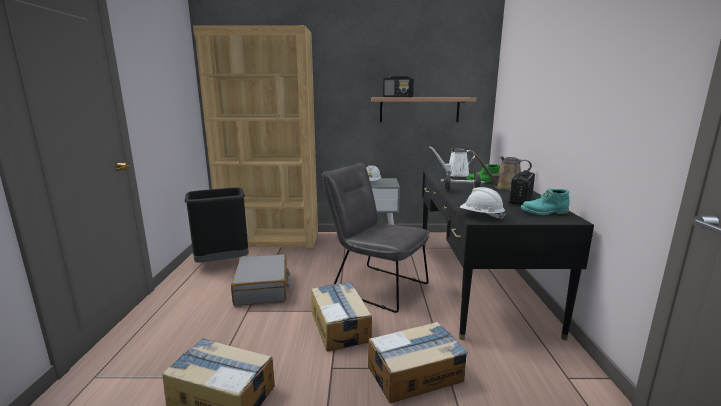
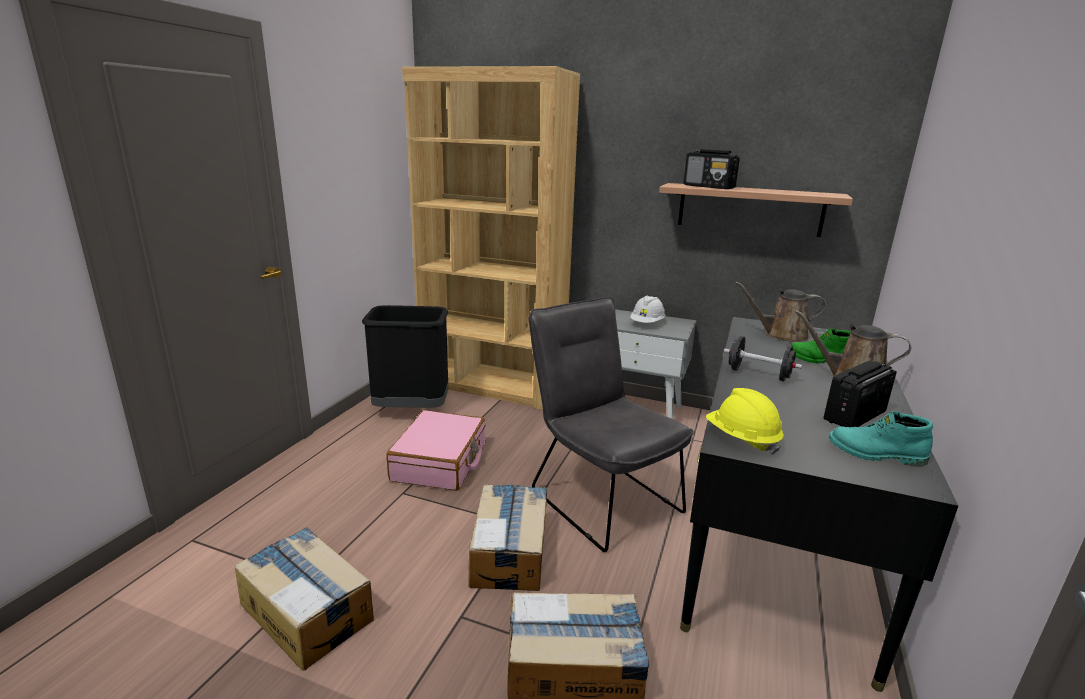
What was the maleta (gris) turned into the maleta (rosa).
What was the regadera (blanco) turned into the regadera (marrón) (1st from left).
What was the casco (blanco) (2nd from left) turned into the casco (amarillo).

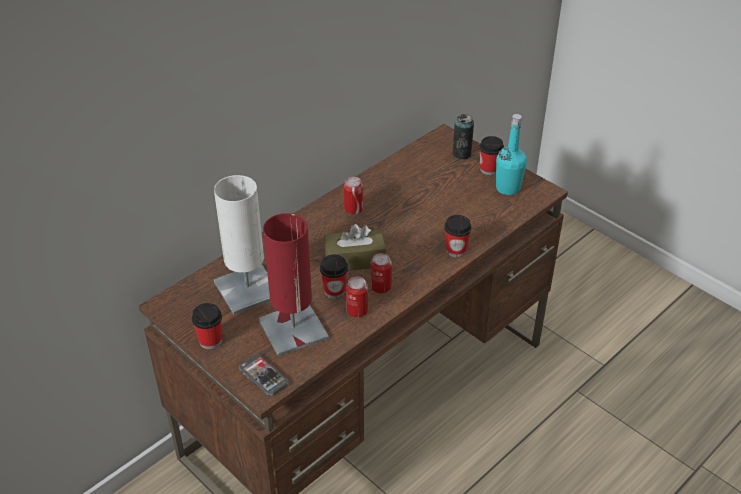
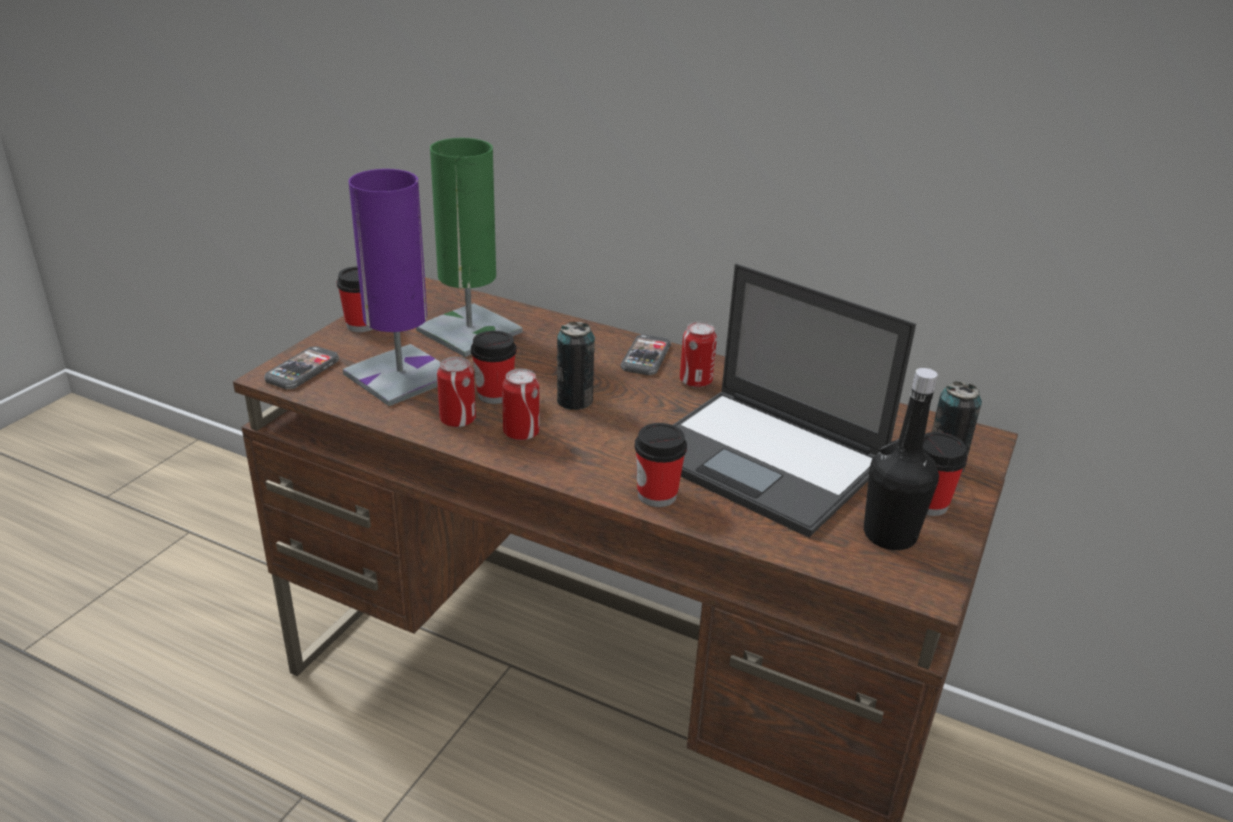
The second view gained the móvil (2nd from left).
The second view gained the portátil.
Where the caja de pañuelos (marrón) stood, the lata (3rd from left) came to stand.
What was the lámpara de mesa (blanco) turned into the lámpara de mesa (verde).
What was the lámpara de mesa (rojo) turned into the lámpara de mesa (morado).
What was the botella (turquesa) turned into the botella (negro).

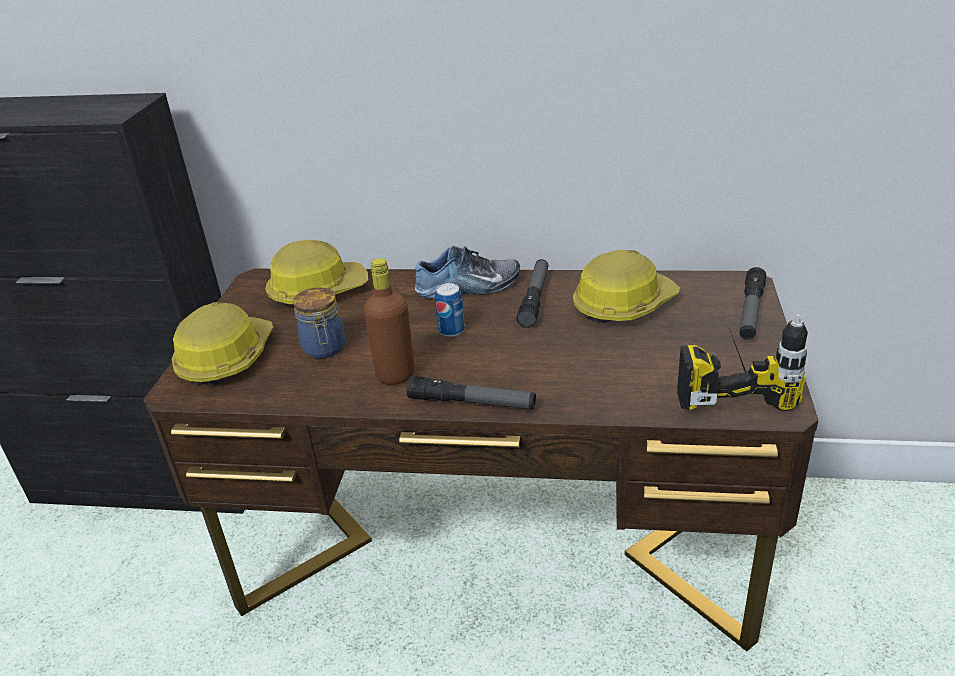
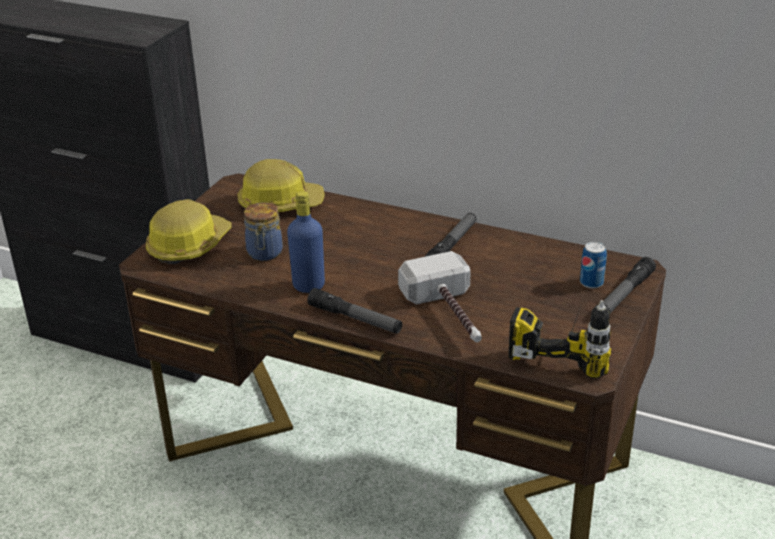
The second view lost the zapato.
The second view lost the casco (3rd from left).
The second view gained the martillo.
The lata ended up elsewhere.
What was the botella (marrón) turned into the botella (azul).

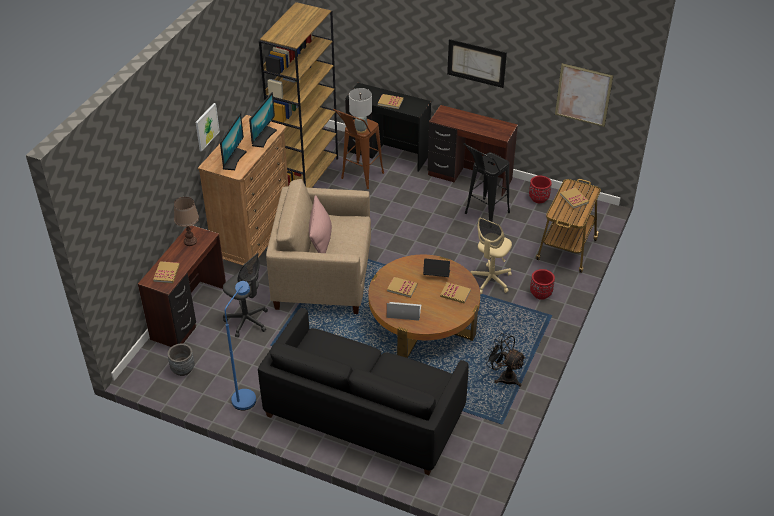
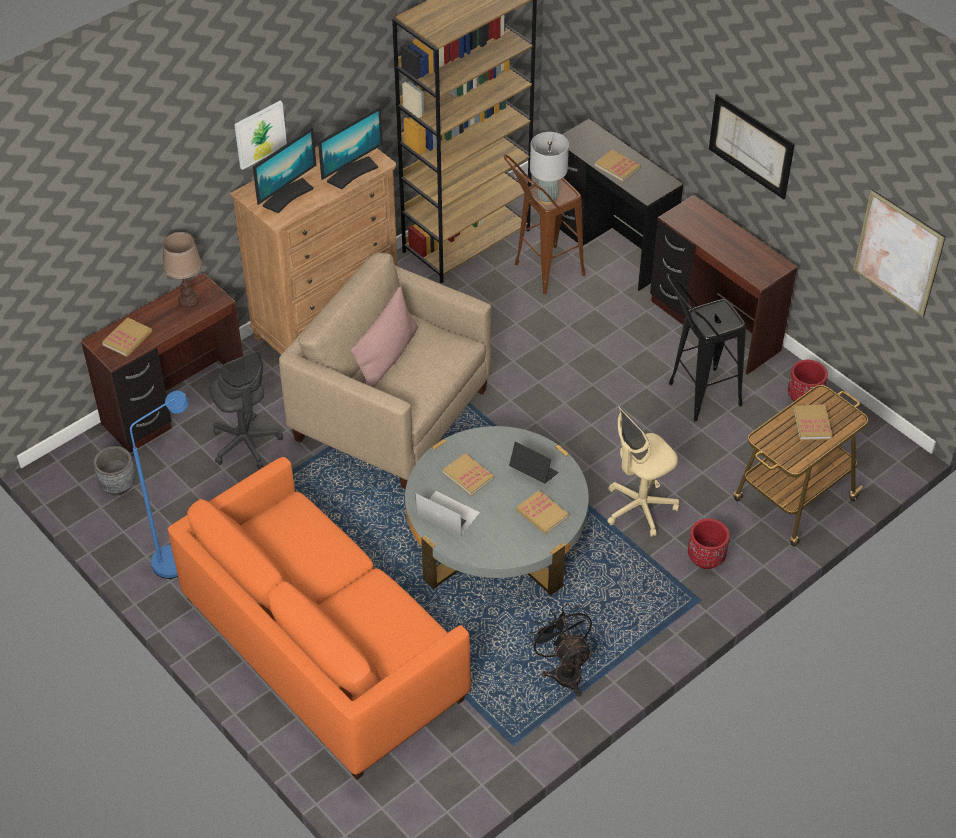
What was the sofá (negro) turned into the sofá (naranja).
What was the mesa de centro (marrón) turned into the mesa de centro (gris).

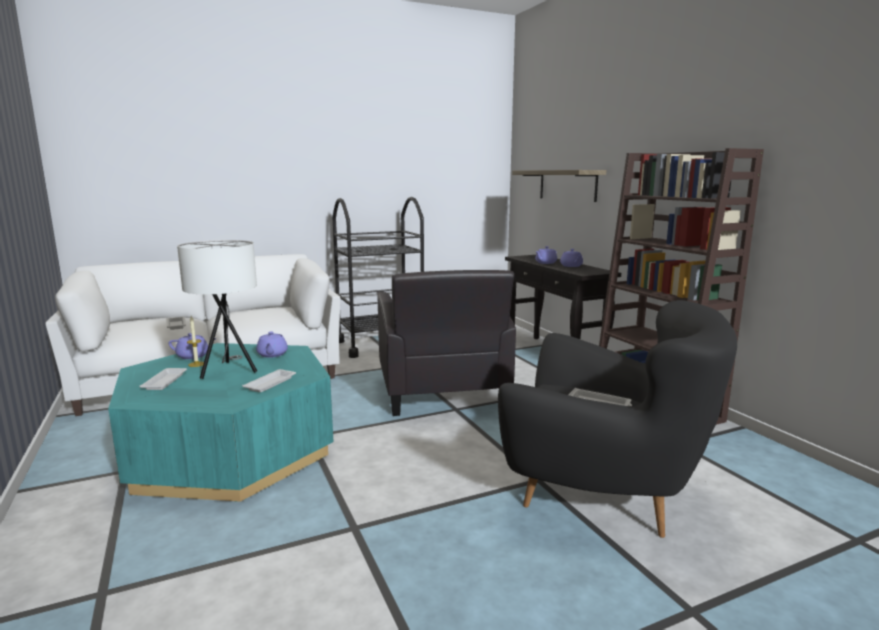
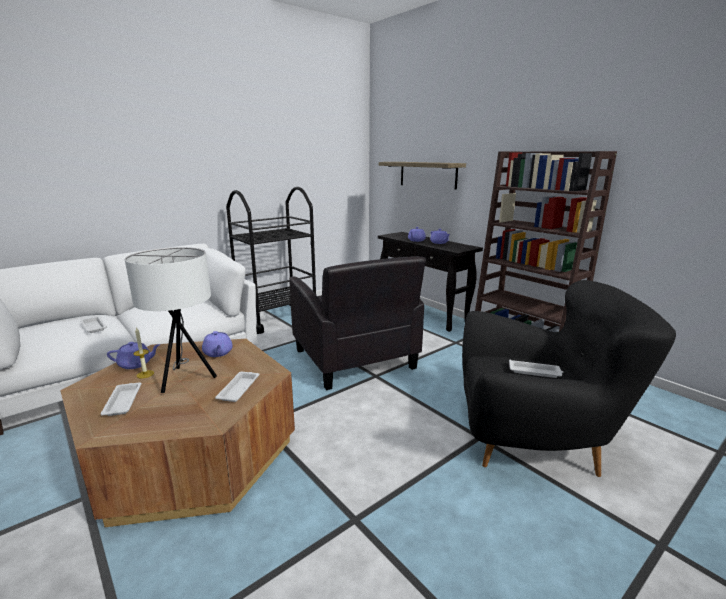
What was the mesa de centro (turquesa) turned into the mesa de centro (marrón).

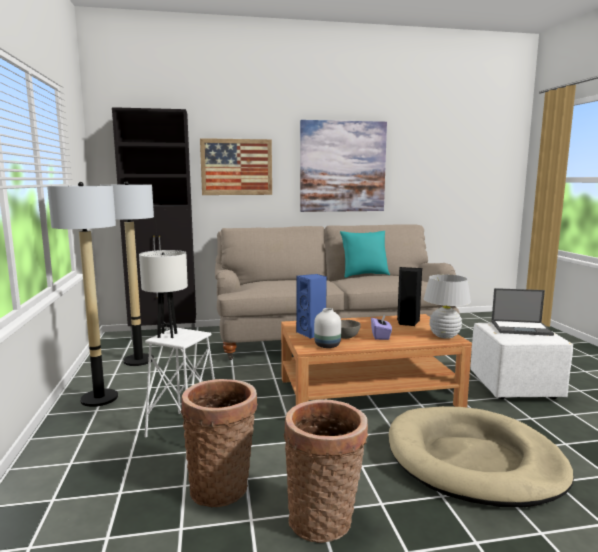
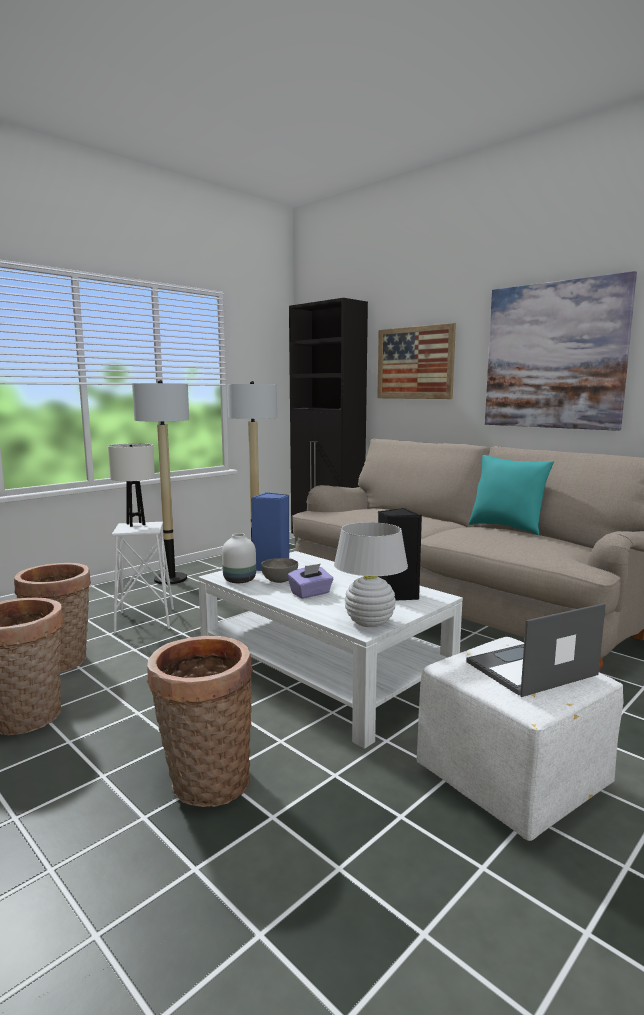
Where the cama para perro (beis) stood, the cesta (3rd from left) came to stand.
What was the mesa de centro (marrón) turned into the mesa de centro (blanco).
The portátil ended up facing another way, 90 degrees clockwise from before.

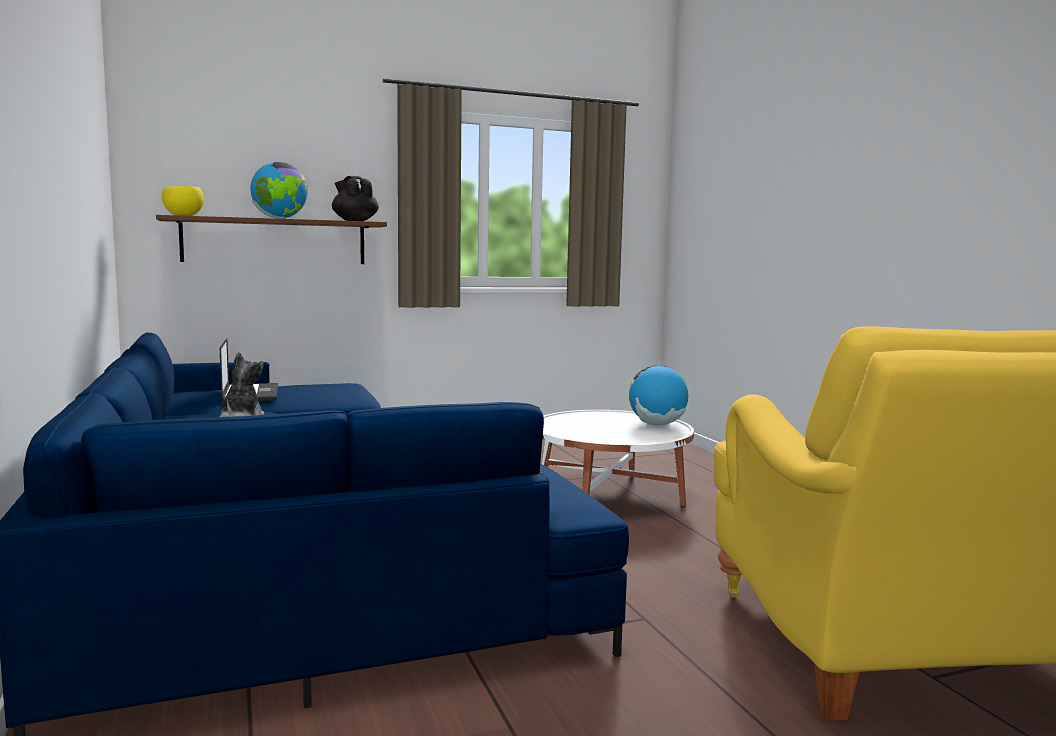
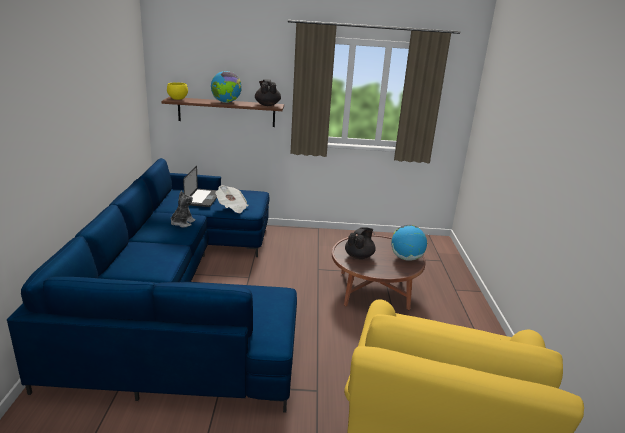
The second view gained the periódico.
The second view gained the tetera (negro) (2nd from left).
What was the mesa de centro (blanco) turned into the mesa de centro (marrón).

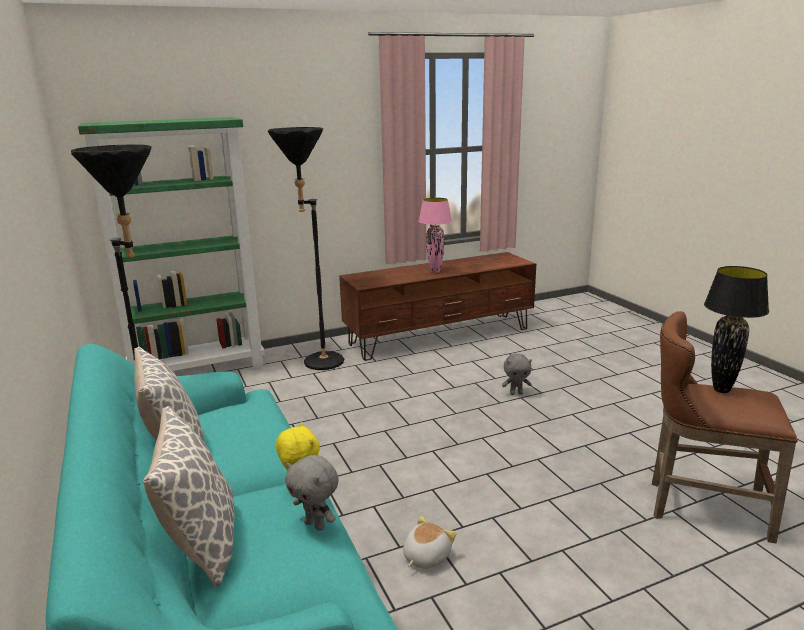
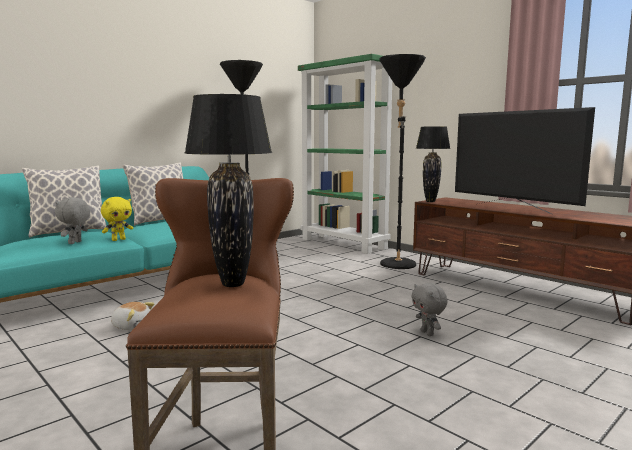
The second view gained the lámpara de mesa (negro) (2nd from left).
Where the lámpara de mesa (rosa) stood, the televisor came to stand.

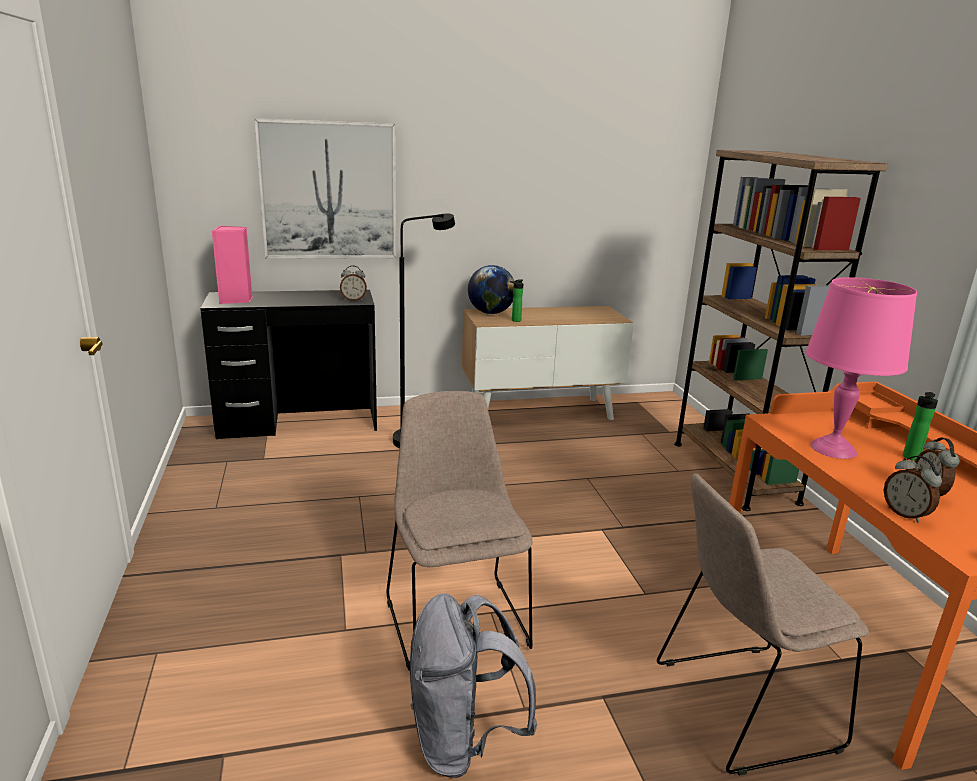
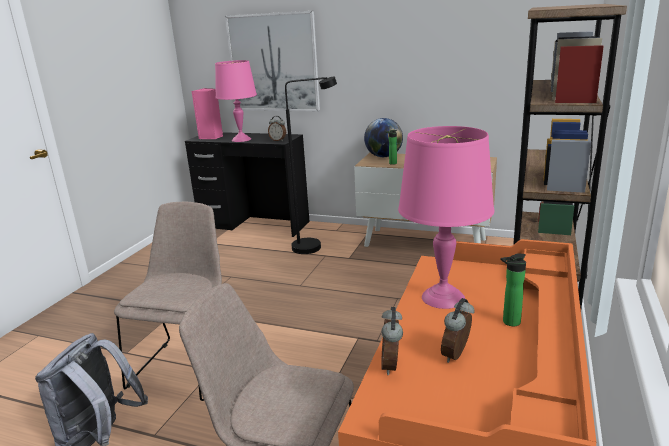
The second view gained the lámpara de mesa (rosa) (1st from left).

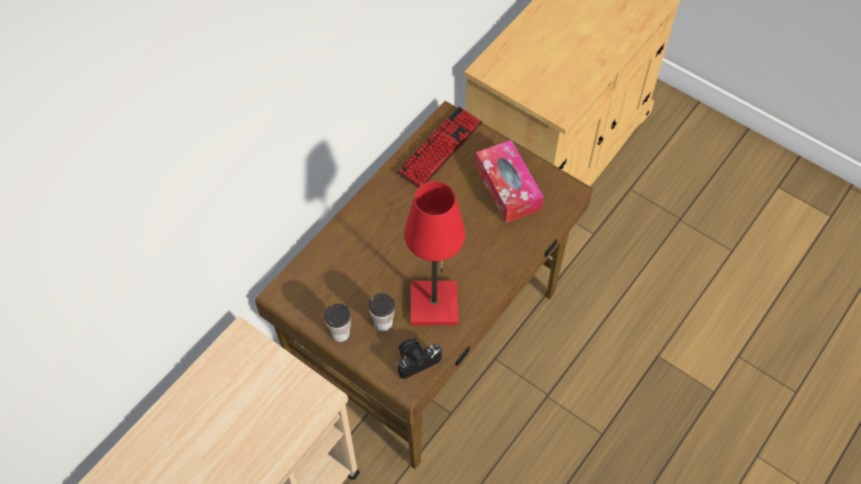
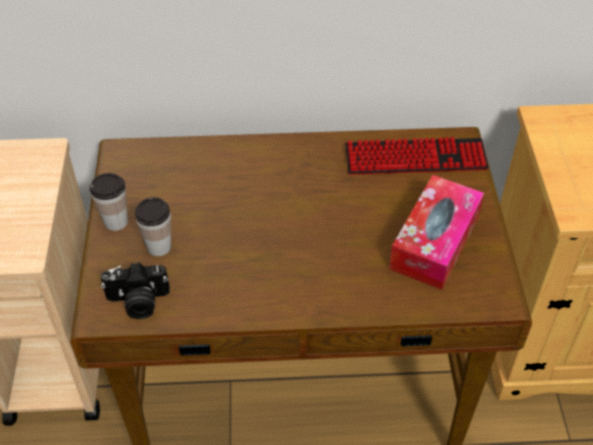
The second view lost the lámpara de mesa (rojo).
The cámara ended up facing another way, 150 degrees clockwise from before.

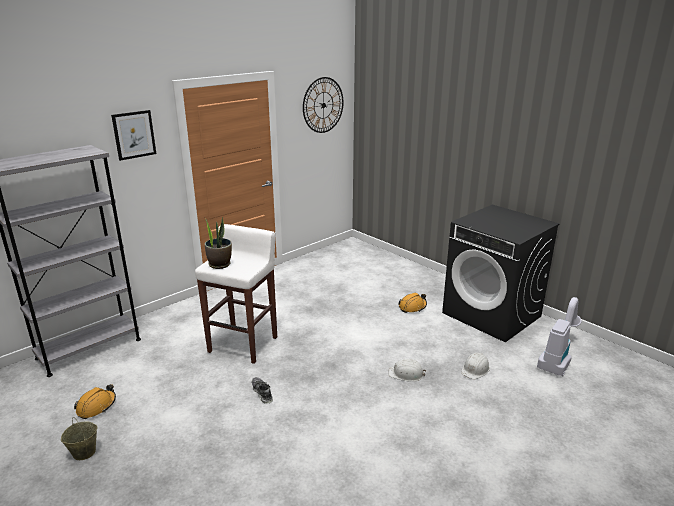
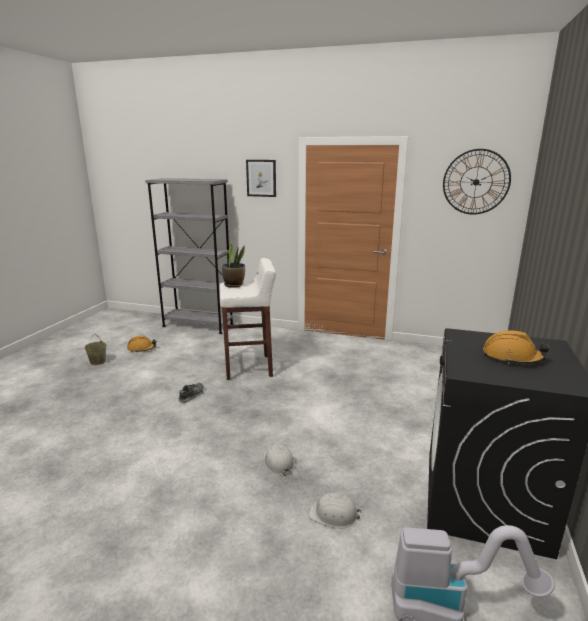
The casco (naranja) (2nd from left) ended up elsewhere.

